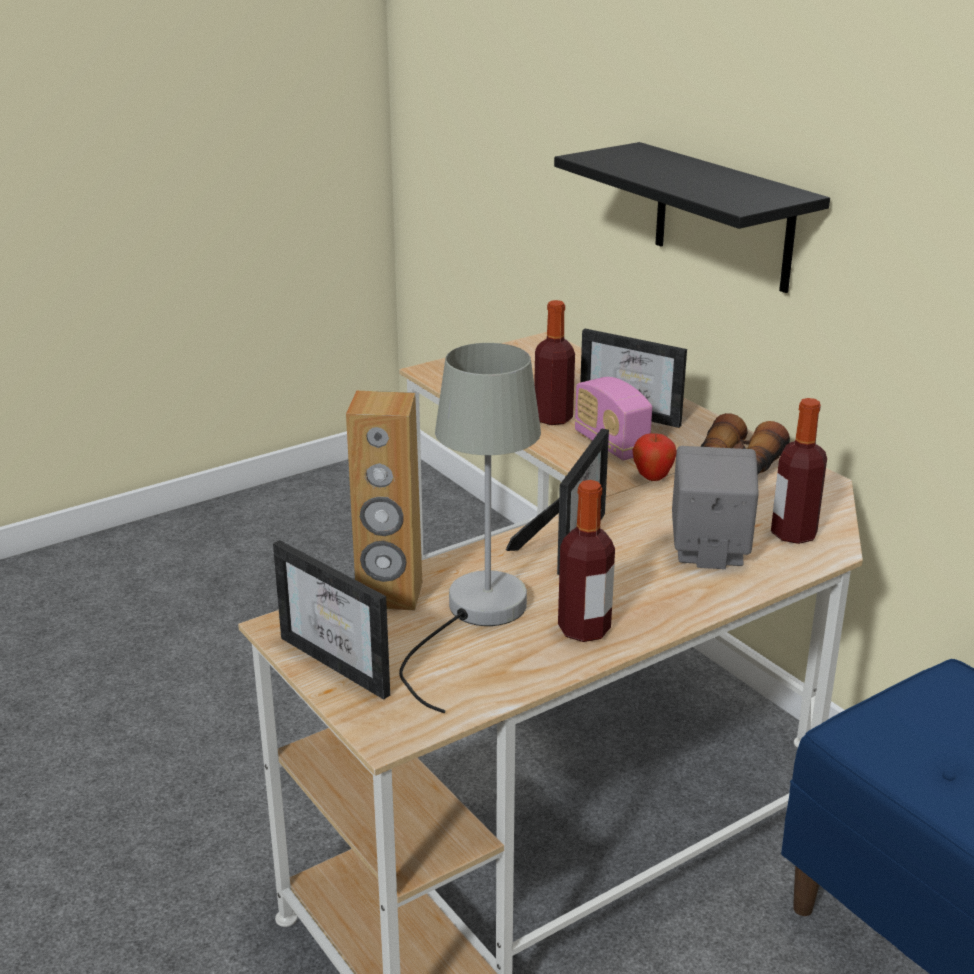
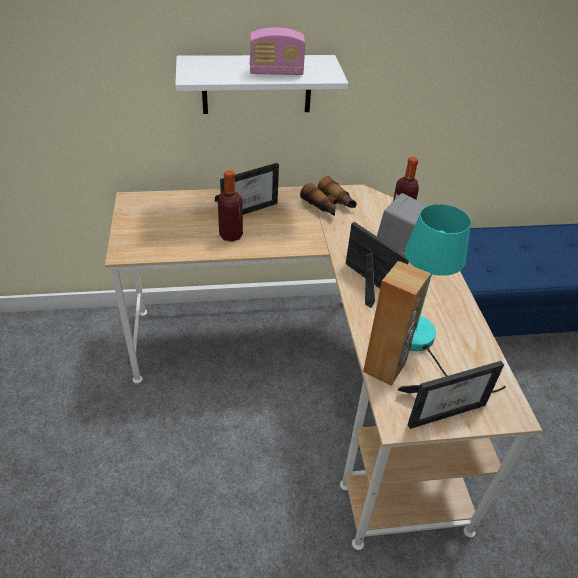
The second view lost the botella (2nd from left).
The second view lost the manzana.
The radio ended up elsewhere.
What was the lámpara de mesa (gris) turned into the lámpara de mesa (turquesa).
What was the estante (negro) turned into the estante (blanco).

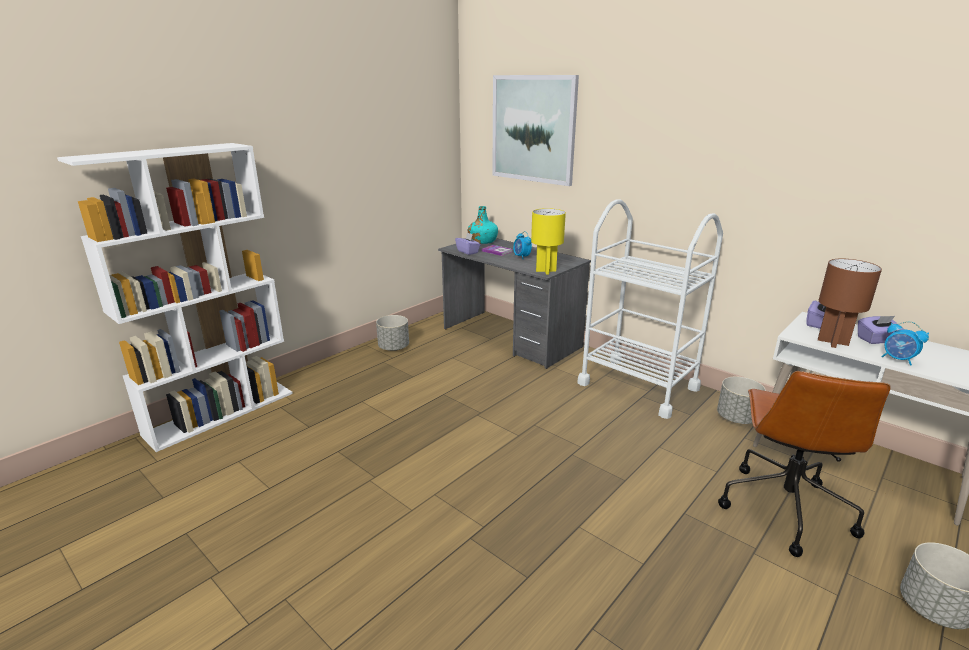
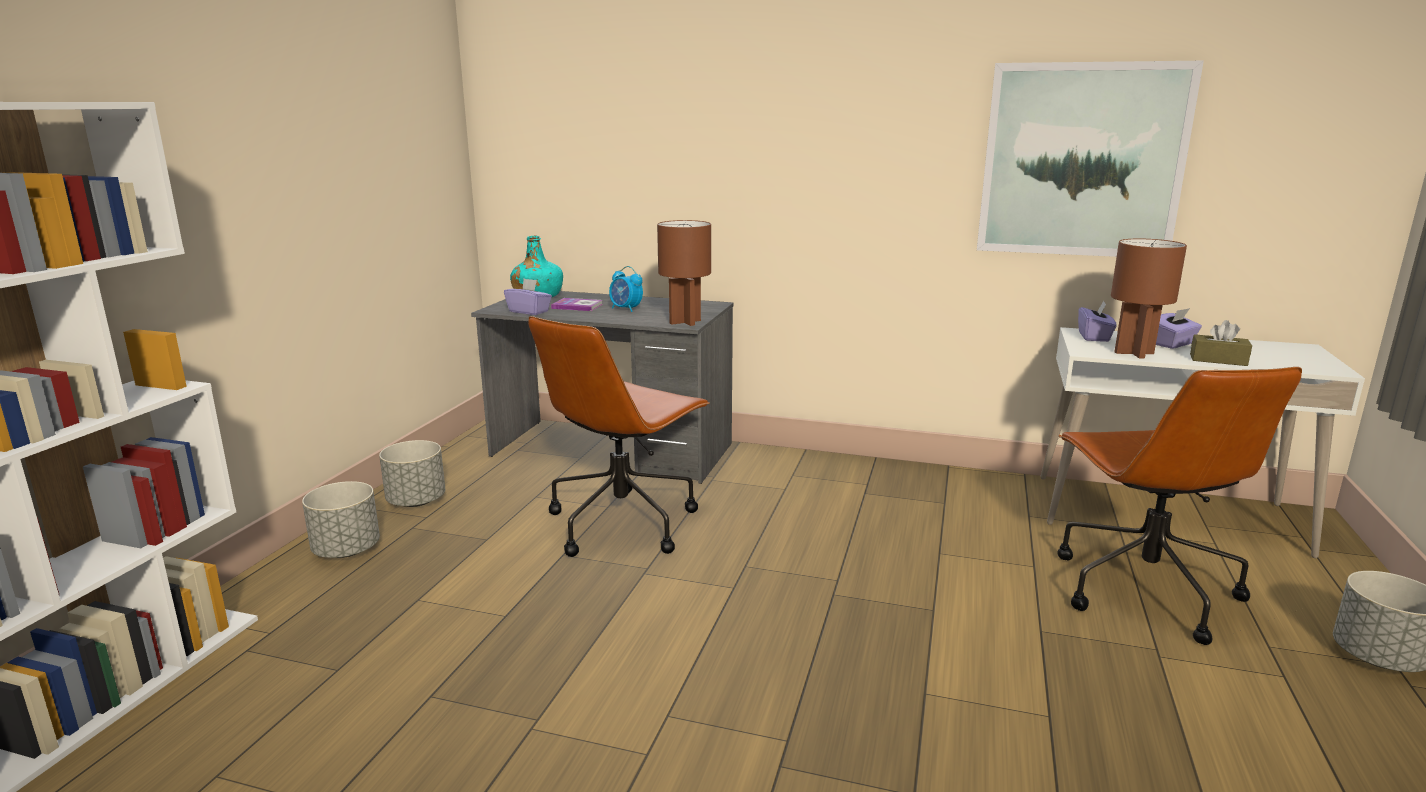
The second view lost the carrito (blanco).
The second view gained the silla de oficina (marrón) (1st from left).
The cuadro ended up elsewhere.
The maceta (gris) (2nd from left in the first image) ended up elsewhere.
Where the despertador (2nd from left) stood, the caja de pañuelos (marrón) came to stand.
What was the lámpara de mesa (amarillo) turned into the lámpara de mesa (marrón) (1st from left).

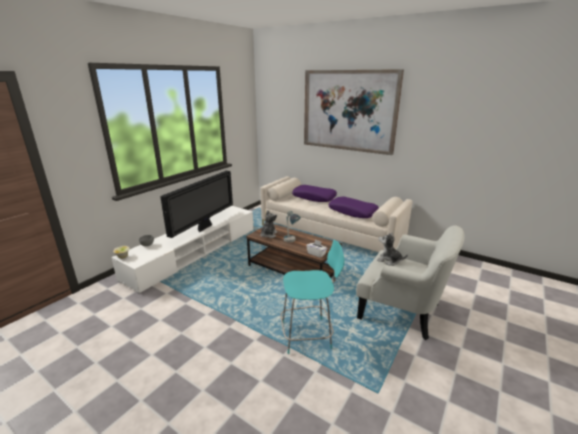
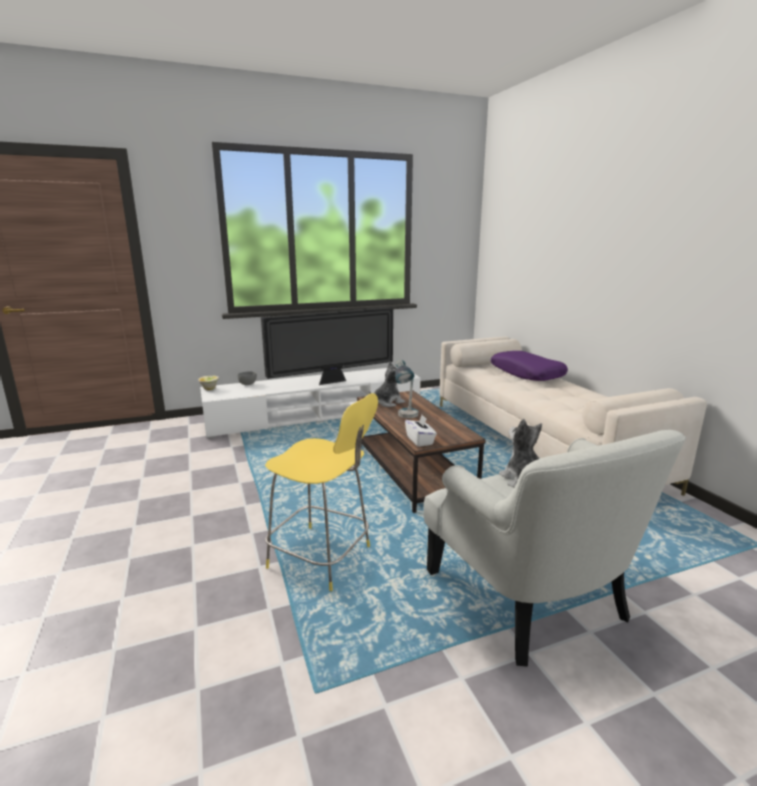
The second view lost the cuadro.
The second view lost the cojín (morado) (2nd from left).
What was the taburete (turquesa) turned into the taburete (amarillo).

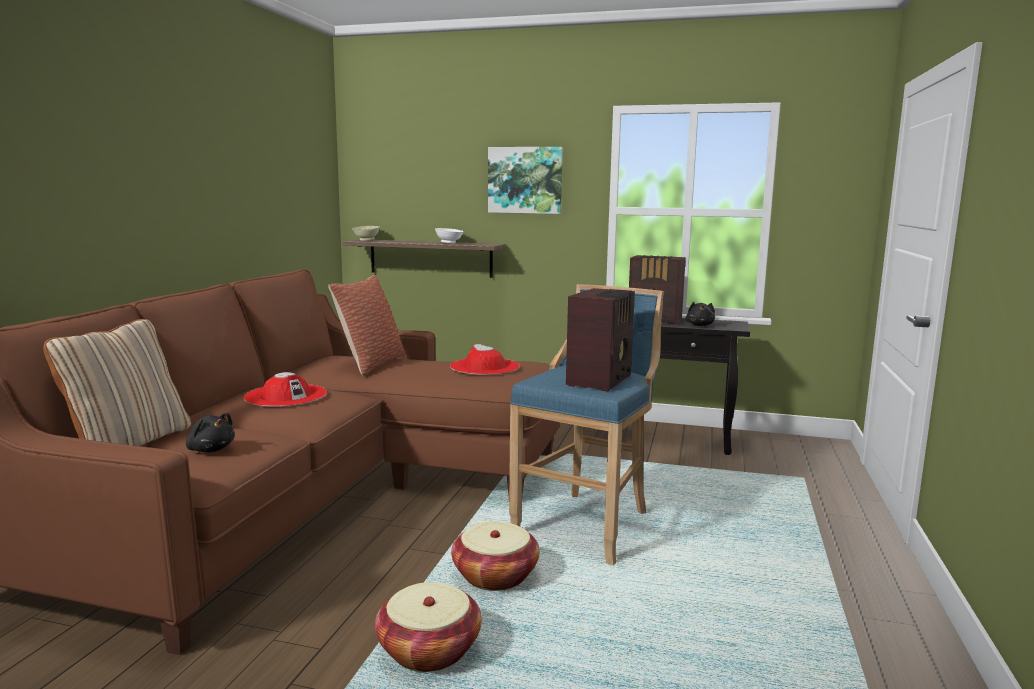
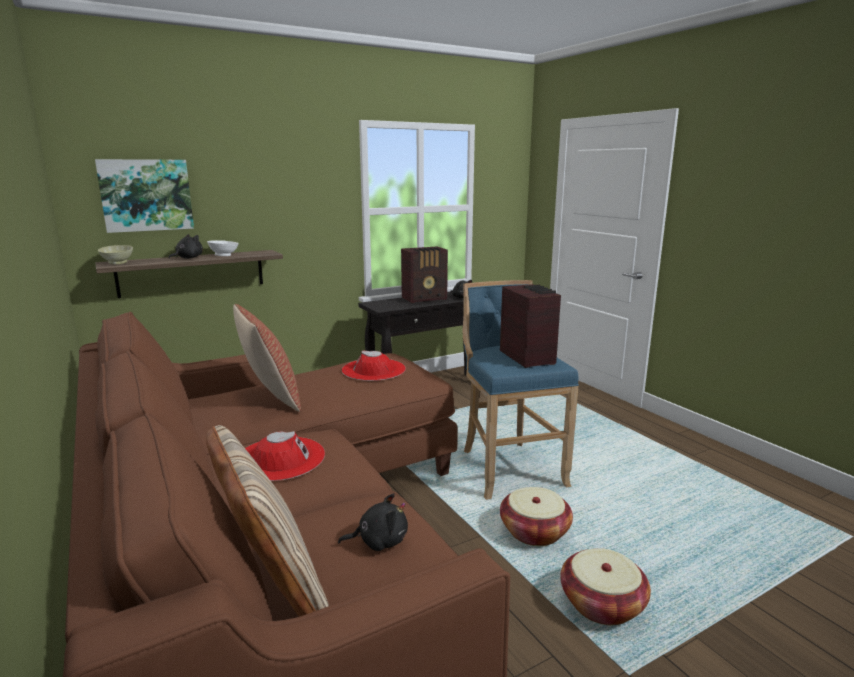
The second view gained the peluche (negro) (1st from left).
The cuadro ended up elsewhere.

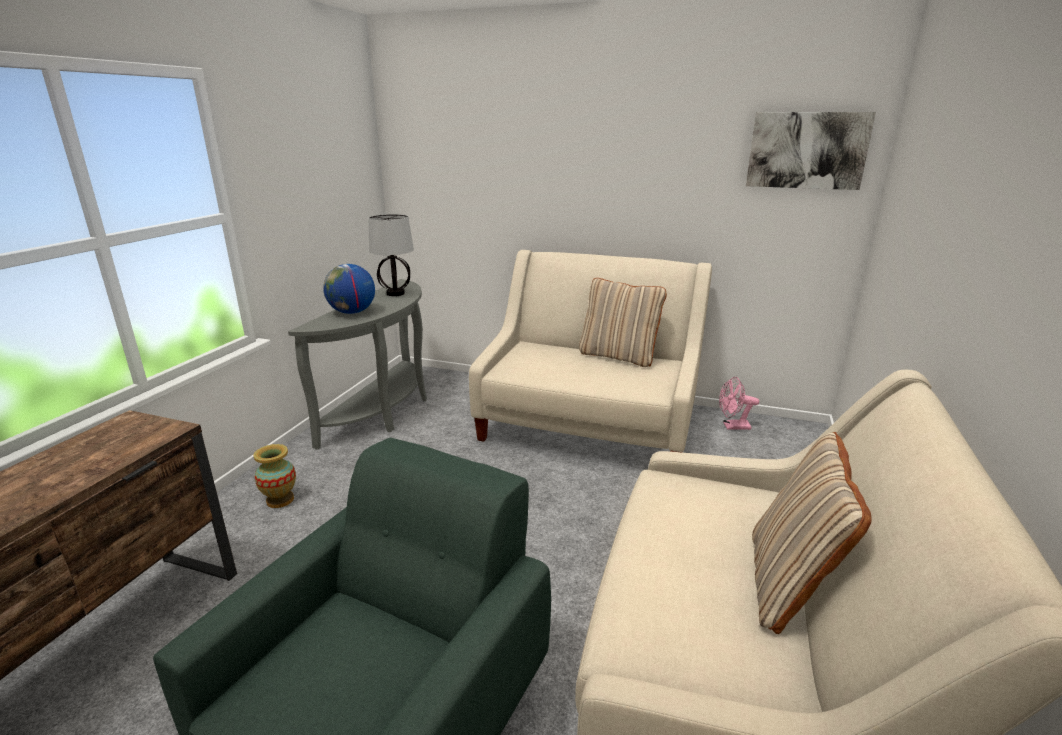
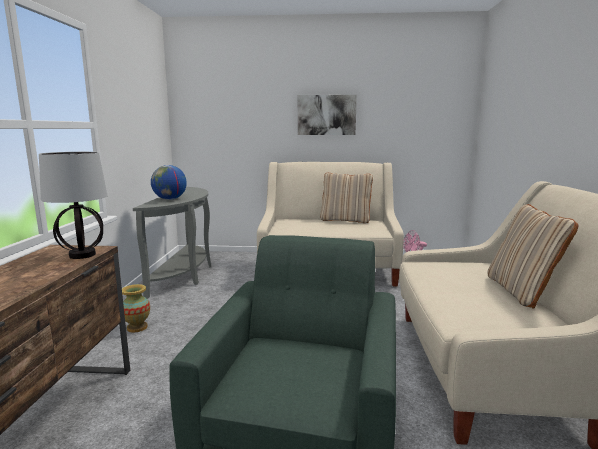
The lámpara de mesa ended up elsewhere.
The cuadro ended up elsewhere.

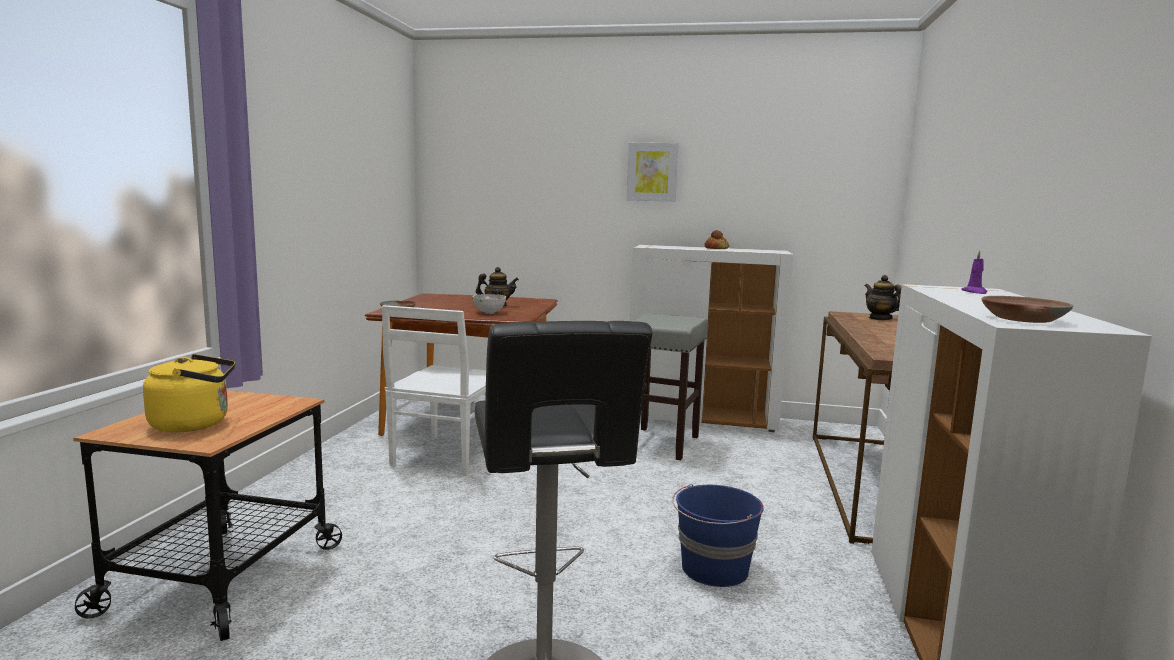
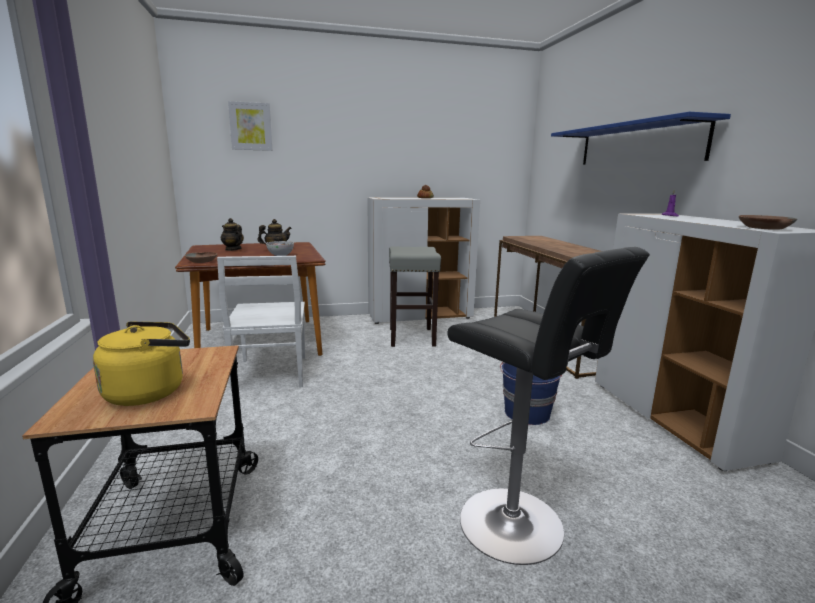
The second view gained the estante (azul).
The cuadro ended up elsewhere.
The tetera (2nd from left in the first image) ended up elsewhere.

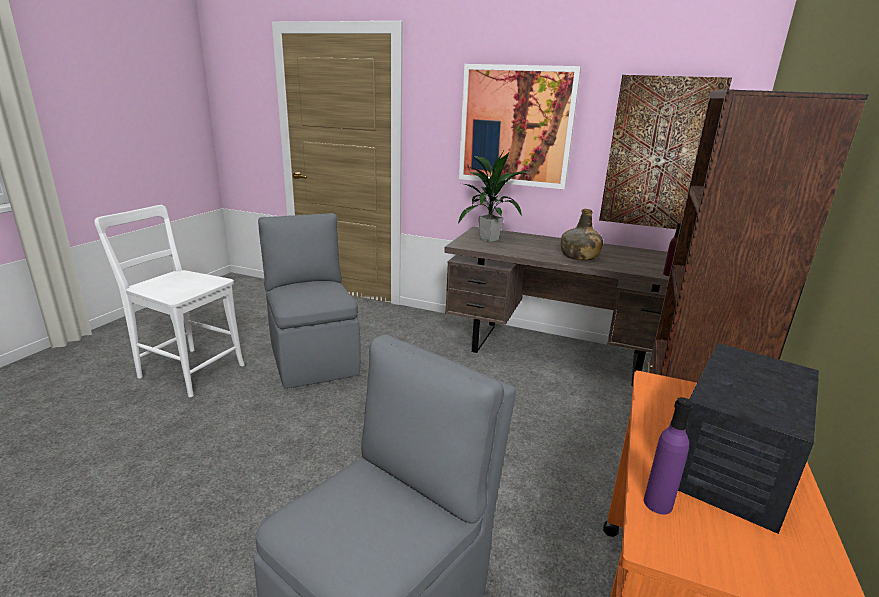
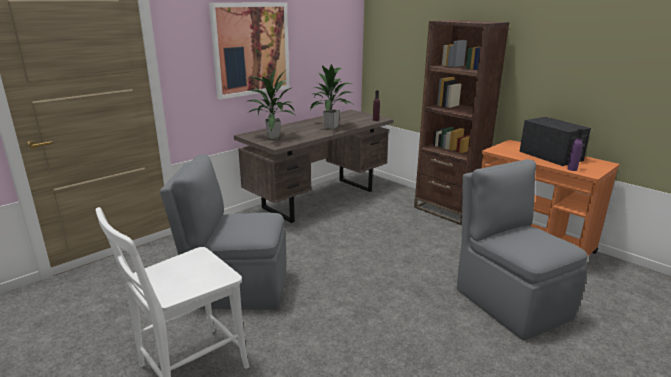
The second view lost the cuadro (2nd from left).
Where the botella (verde) stood, the planta en maceta (2nd from left) came to stand.

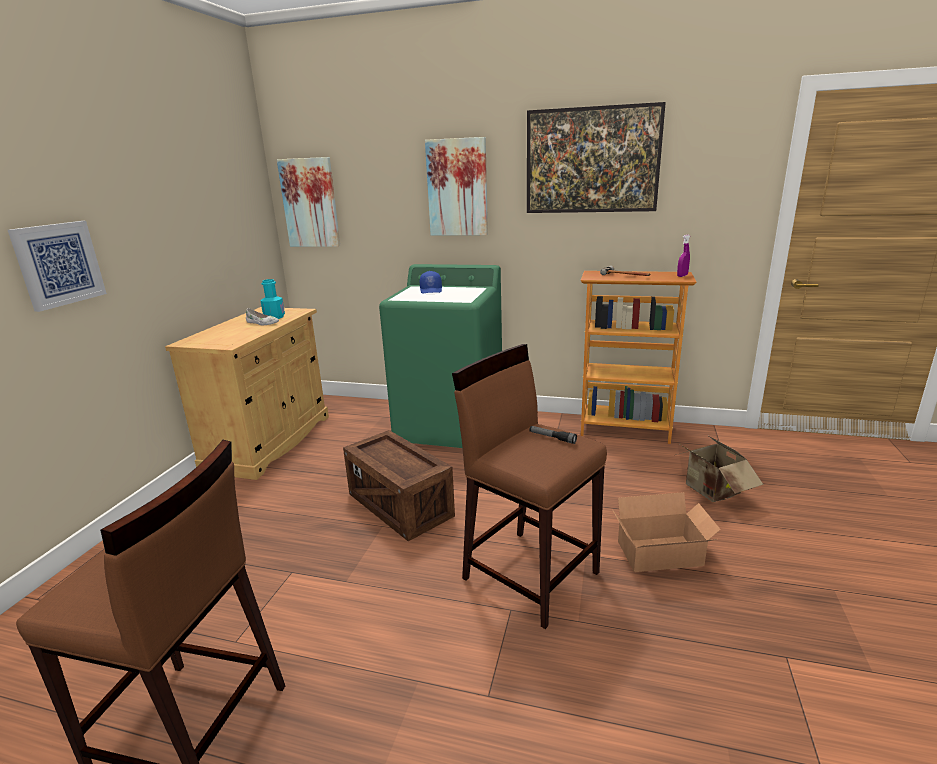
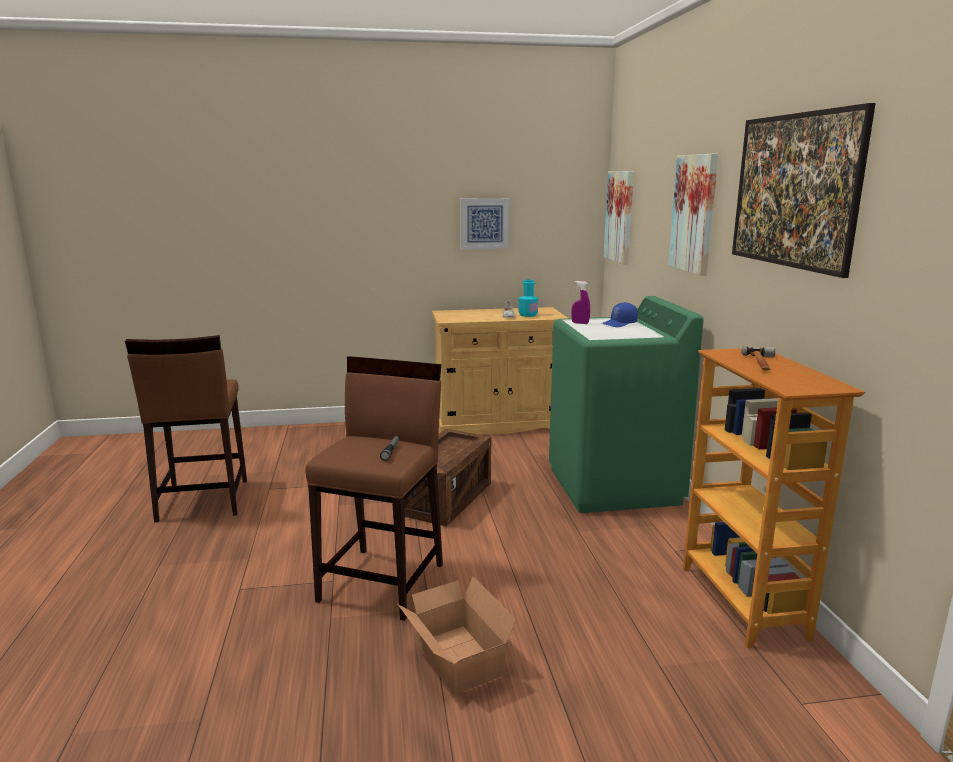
The second view lost the caja de cartón (2nd from left).
The cuadro (1st from left) ended up elsewhere.
The pulverizador (morado) ended up elsewhere.

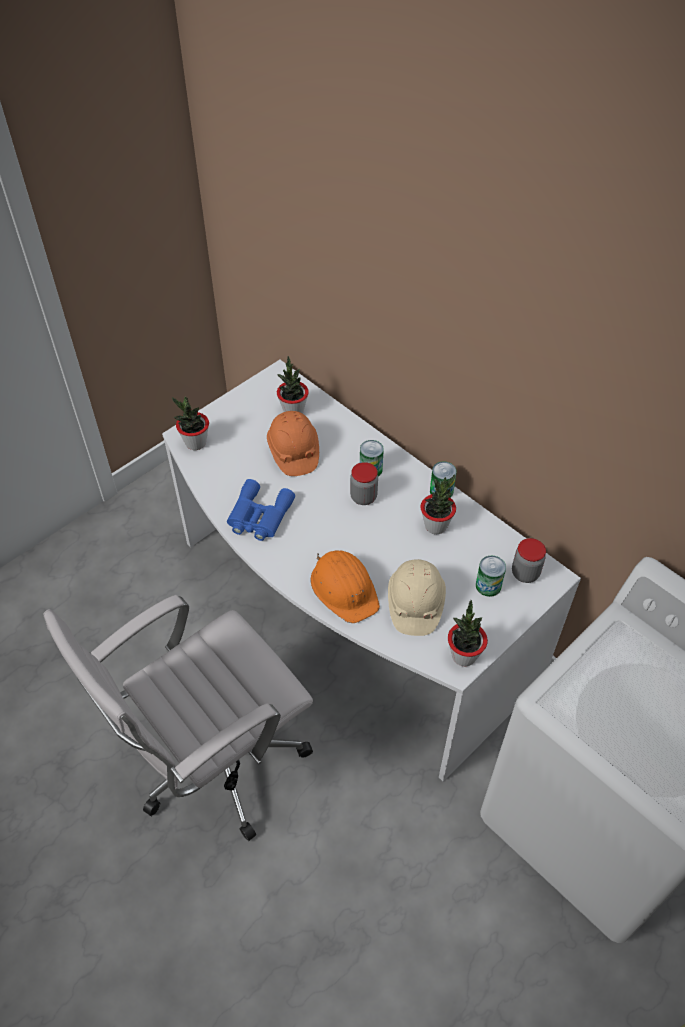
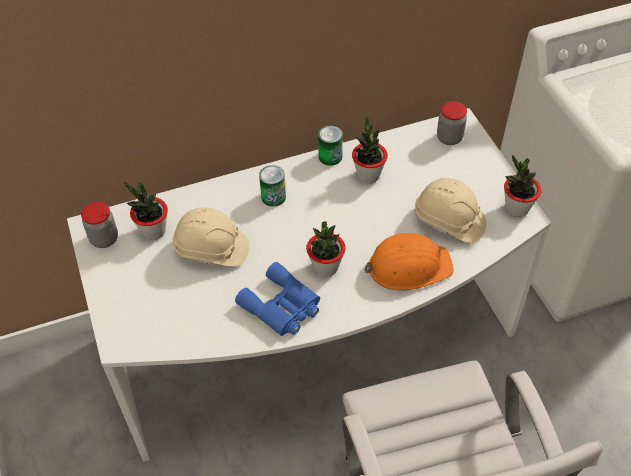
The second view lost the lata (3rd from left).
The planta en maceta (1st from left in the first image) ended up elsewhere.
The tarro (1st from left) ended up elsewhere.
What was the casco (naranja) (1st from left) turned into the casco (beis) (1st from left).

